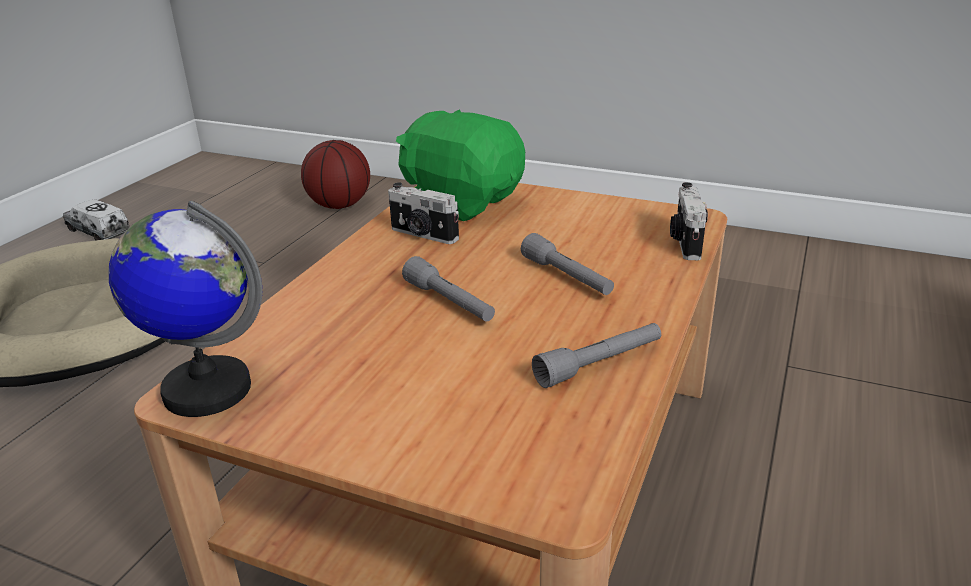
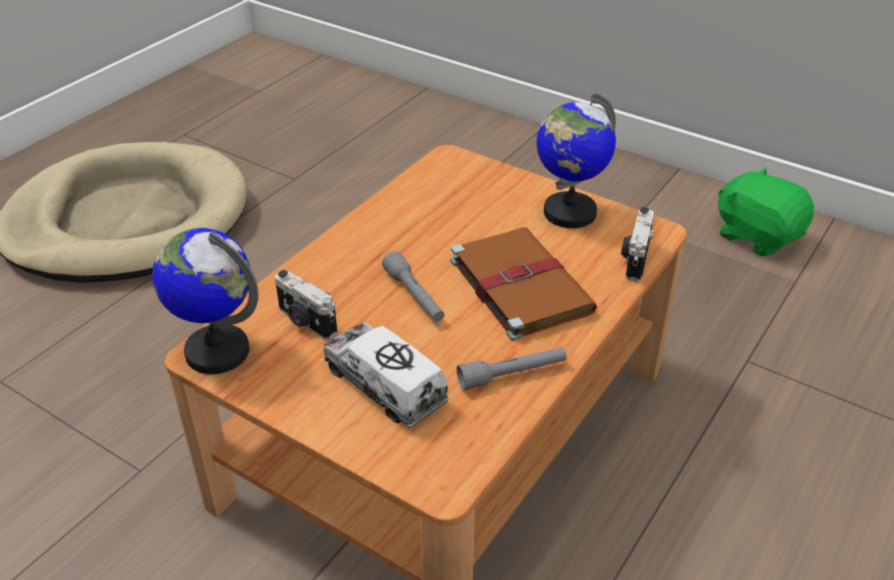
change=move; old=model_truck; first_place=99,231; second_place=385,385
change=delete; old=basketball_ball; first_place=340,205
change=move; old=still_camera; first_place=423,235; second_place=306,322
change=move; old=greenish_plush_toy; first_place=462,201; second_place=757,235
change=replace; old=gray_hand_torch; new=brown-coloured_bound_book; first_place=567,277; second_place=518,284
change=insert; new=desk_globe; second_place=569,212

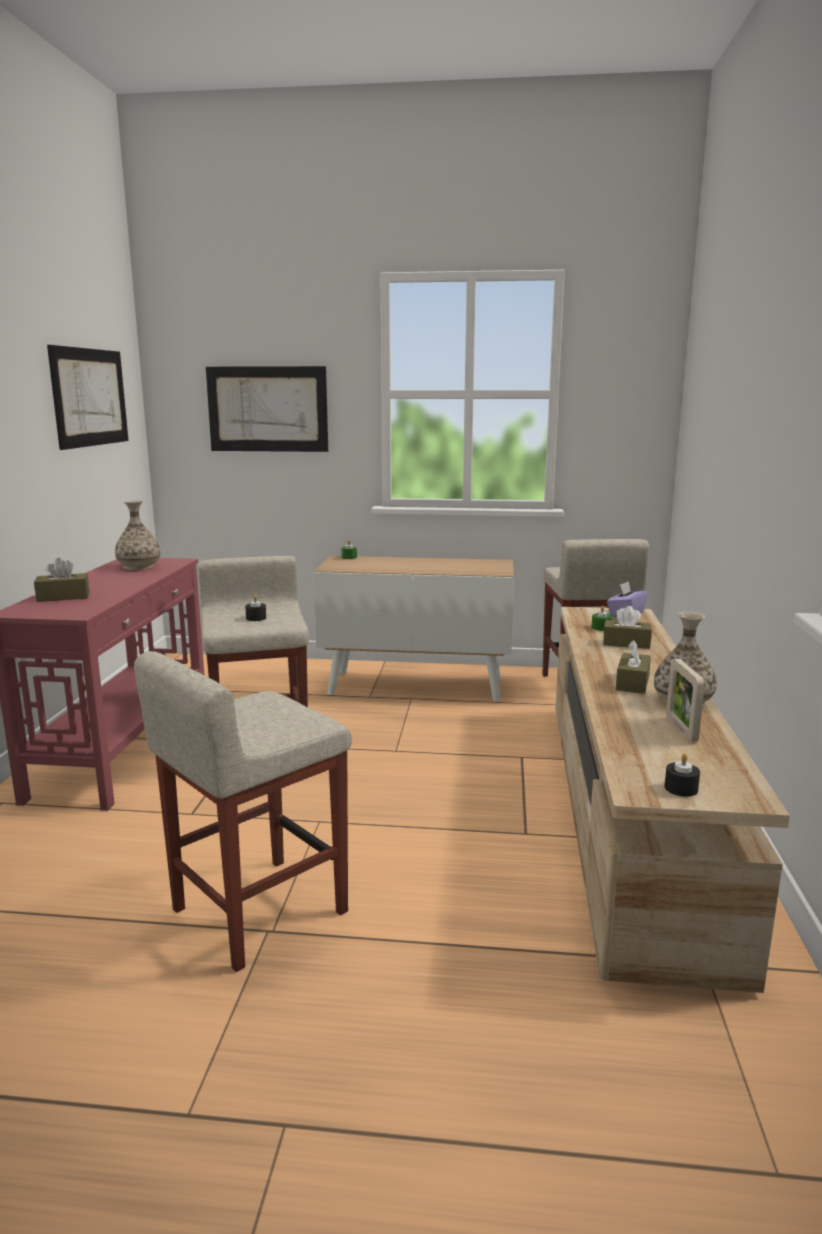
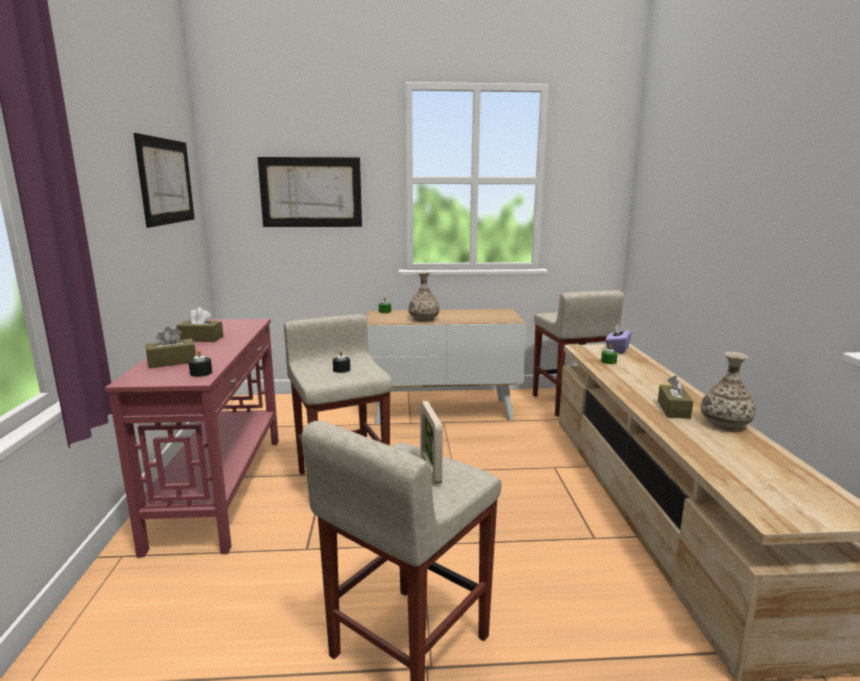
change=move; old=decorative_vase; first_place=139,567; second_place=423,319
change=move; old=brown-coloured_box_of_tissues; first_place=626,643; second_place=201,339
change=move; old=black-coloured_candle; first_place=681,788; second_place=201,373
change=move; old=photo_frame; first_place=681,730; second_place=430,470

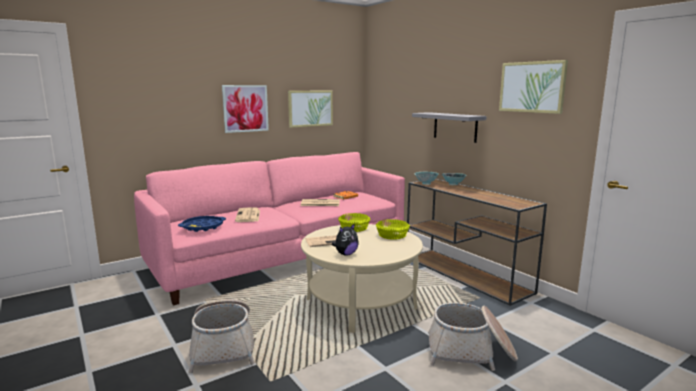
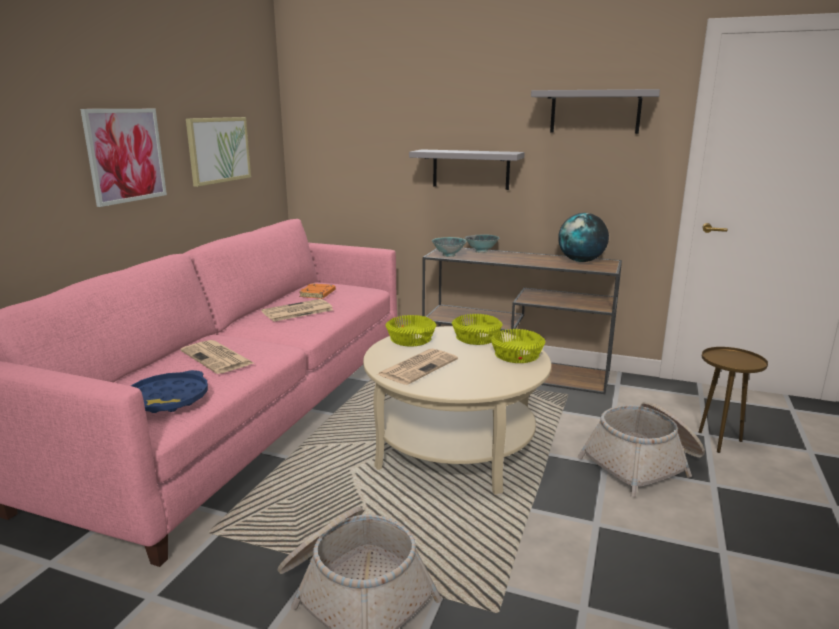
change=delete; old=plush_toy; first_place=346,254
change=replace; old=picture; new=gray_shelf; first_place=532,87; second_place=595,112
change=insert; new=yellow_bowl; second_place=516,356
change=insert; new=desk_globe; second_place=581,261
change=insert; new=brown-coloured_side_table; second_place=719,441

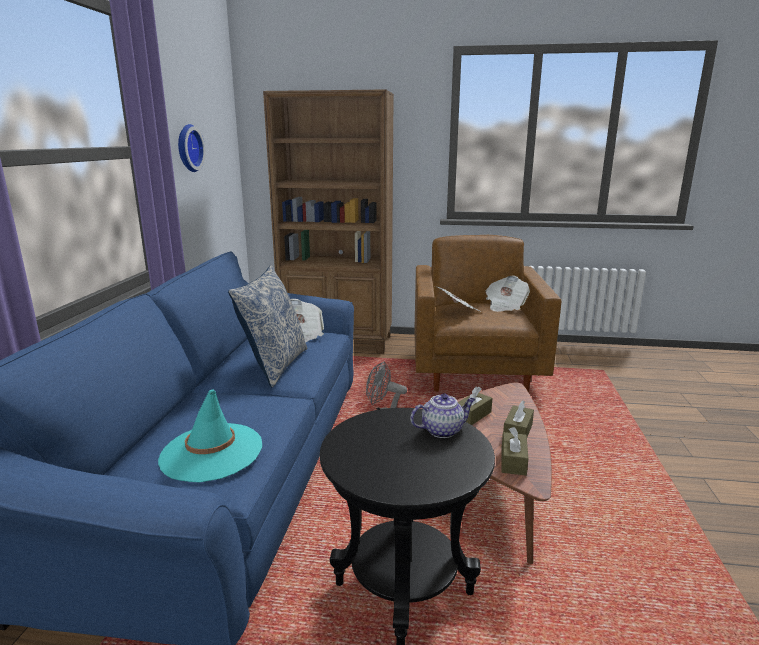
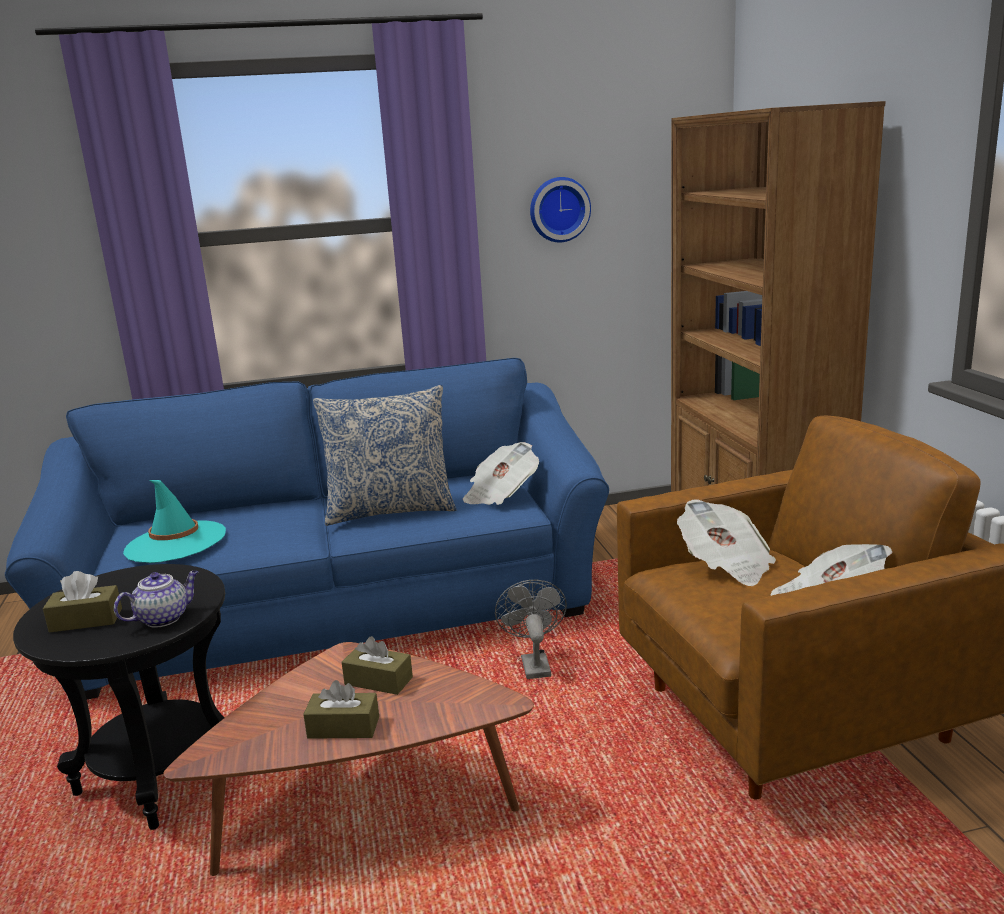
change=rotate; old=tea_pot; first_place=443,430; second_place=164,618; degrees=-90
change=move; old=brown-coloured_box_of_tissues; first_place=513,461; second_place=86,620

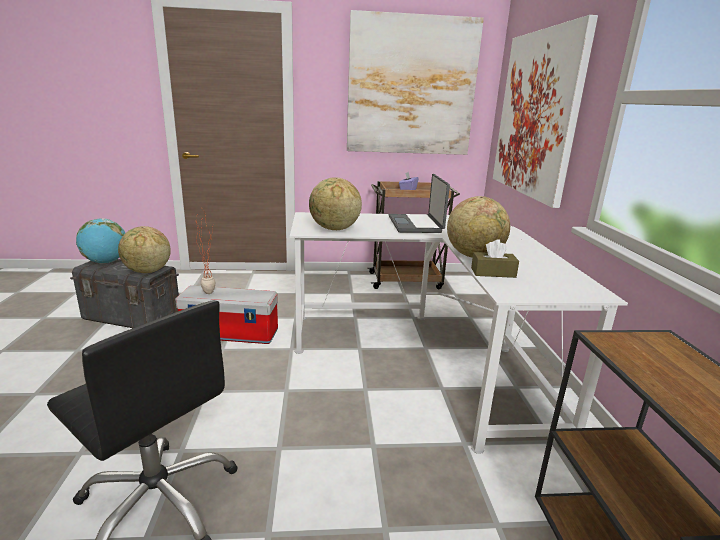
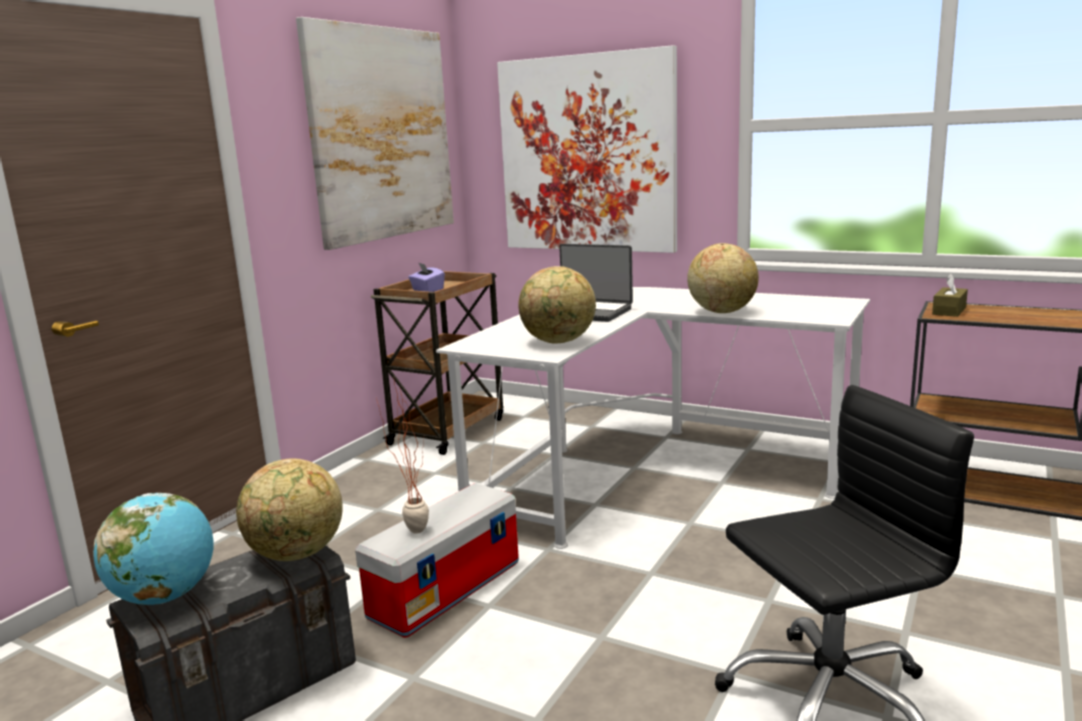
change=move; old=brown-coloured_box_of_tissues; first_place=493,273; second_place=949,311

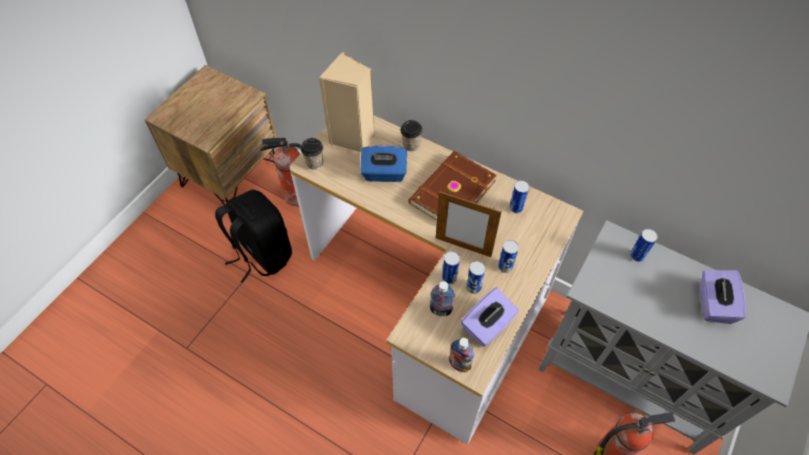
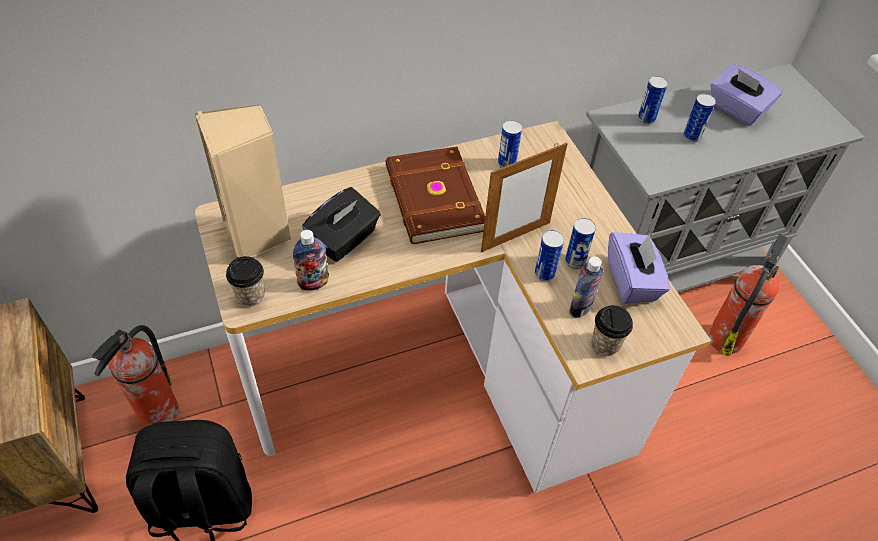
change=recolor; old=blue_box_of_tissues; new=black-coloured_box_of_tissues; first_place=384,173; second_place=344,239
change=move; old=small_cup; first_place=411,145; second_place=605,344
change=move; old=bottle; first_place=459,364; second_place=313,283
change=move; old=sealed_can; first_place=505,266; second_place=691,136

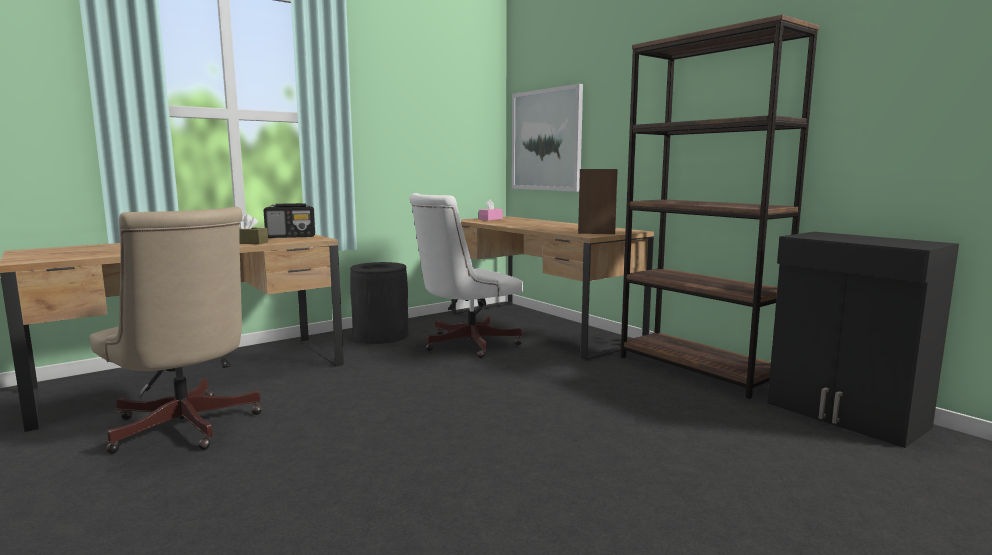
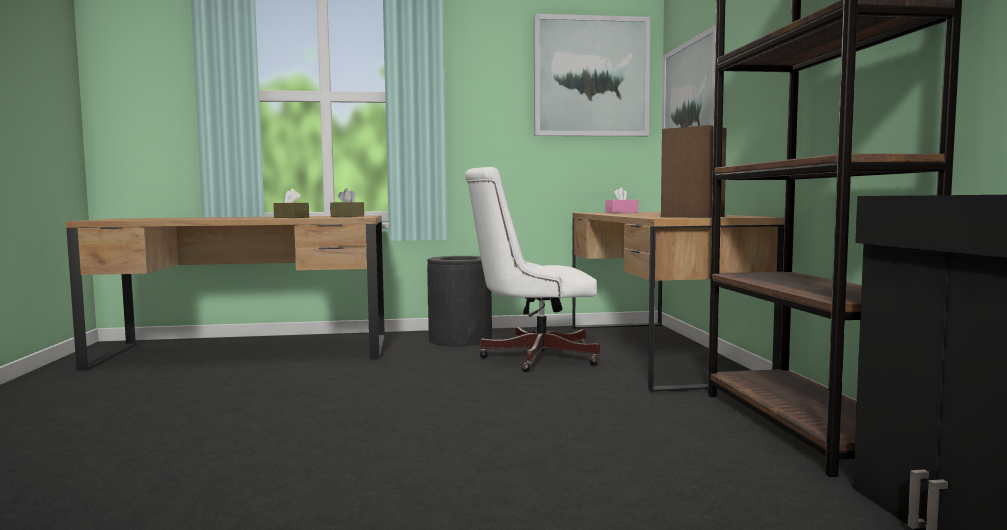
change=delete; old=sand-coloured_computer_chair; first_place=185,429
change=replace; old=radio_receiver; new=brown-coloured_box_of_tissues; first_place=291,237; second_place=347,216
change=insert; new=picture; second_place=591,77

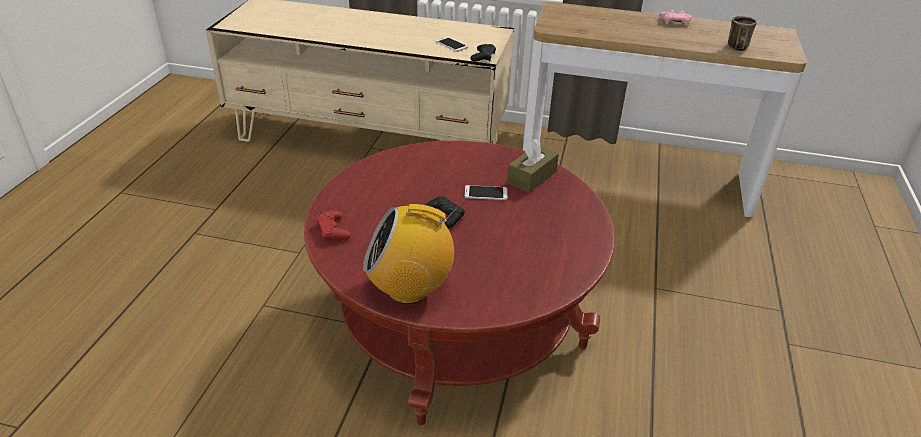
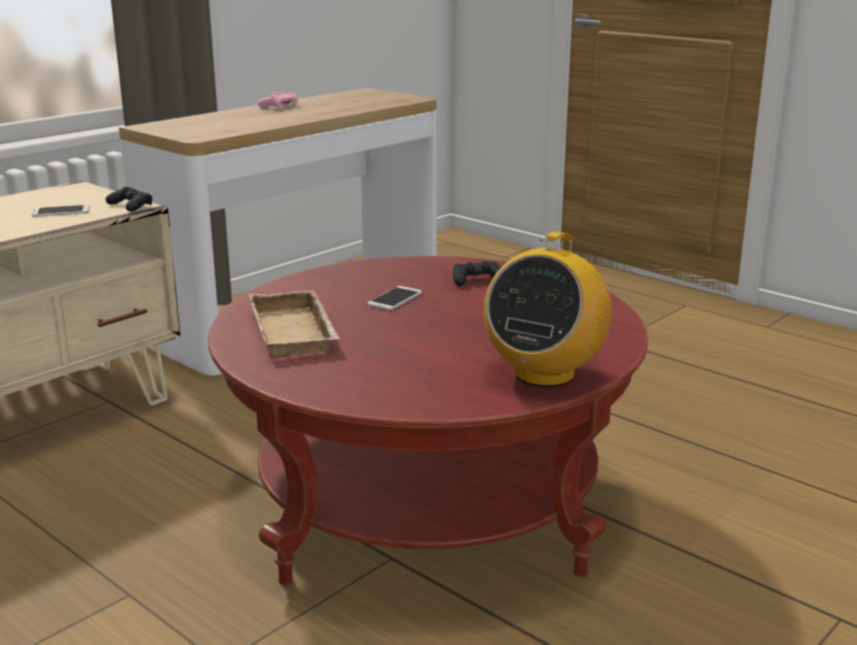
change=delete; old=red_gamepad; first_place=333,230
change=move; old=black-coloured_gamepad; first_place=445,215; second_place=477,280
change=delete; old=brown-coloured_box_of_tissues; first_place=532,177
change=delete; old=coffee_mug; first_place=735,46
change=insert; new=sand-coloured_tray; second_place=296,332

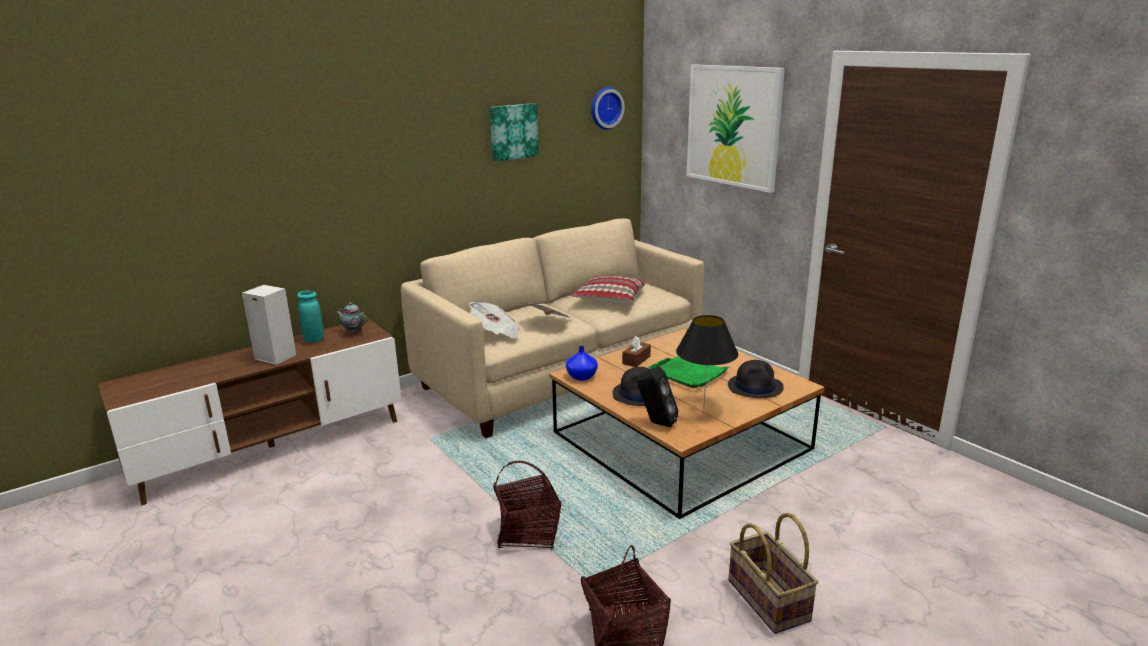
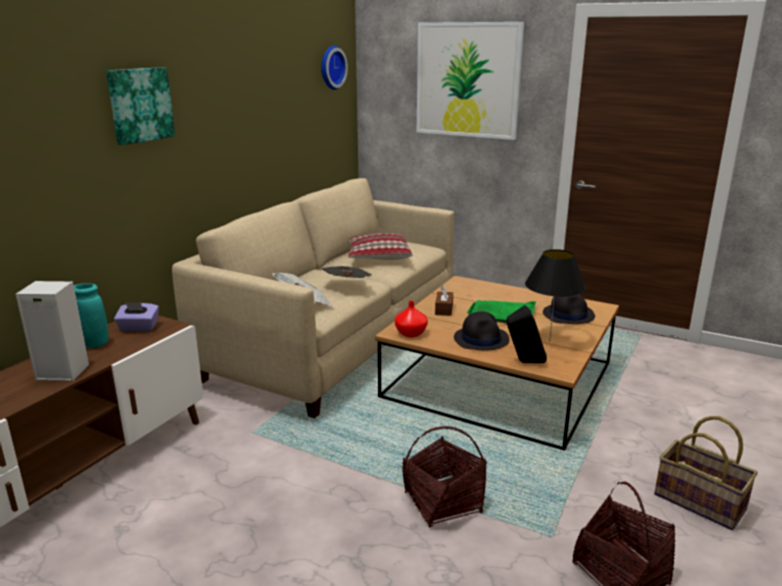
change=replace; old=tea_pot; new=purple_box_of_tissues; first_place=353,333; second_place=138,328
change=move; old=picture; first_place=513,131; second_place=139,105
change=recolor; old=blue_decorative_vase; new=red_decorative_vase; first_place=582,377; second_place=411,333

